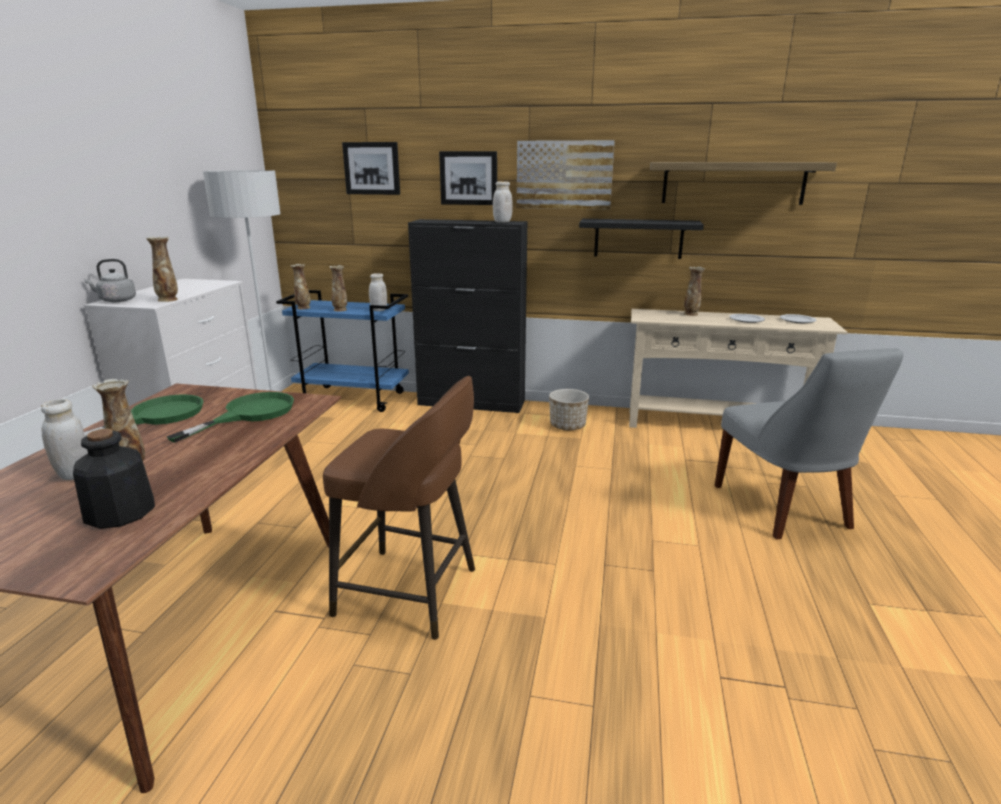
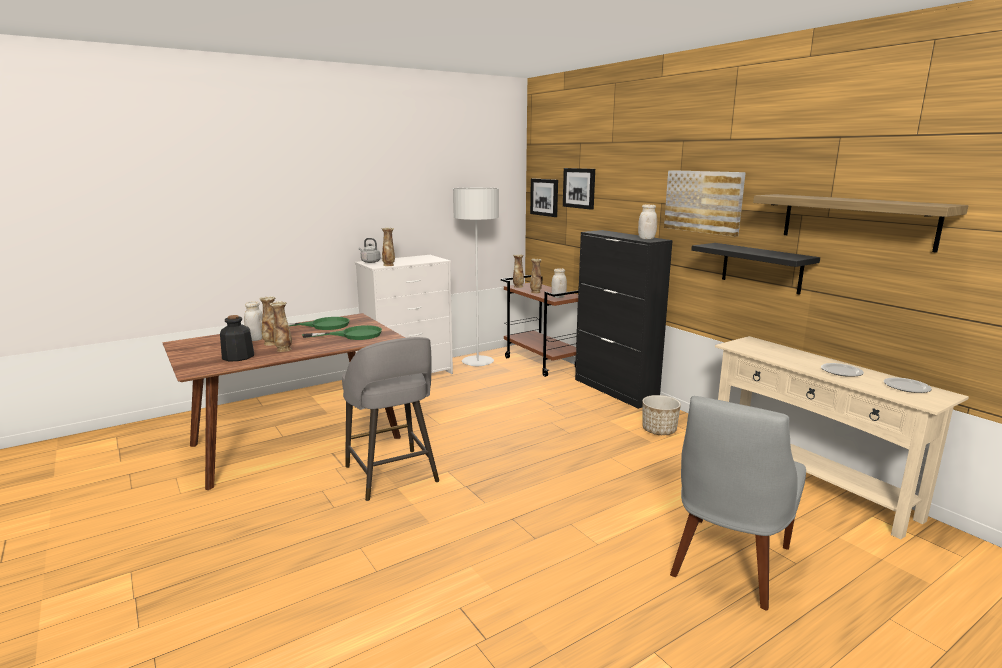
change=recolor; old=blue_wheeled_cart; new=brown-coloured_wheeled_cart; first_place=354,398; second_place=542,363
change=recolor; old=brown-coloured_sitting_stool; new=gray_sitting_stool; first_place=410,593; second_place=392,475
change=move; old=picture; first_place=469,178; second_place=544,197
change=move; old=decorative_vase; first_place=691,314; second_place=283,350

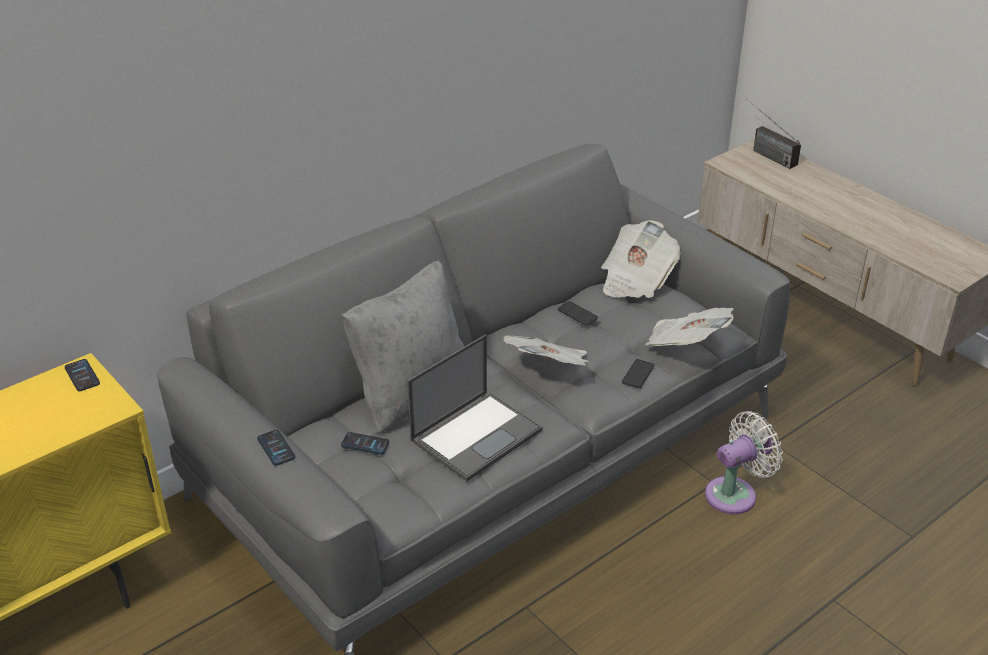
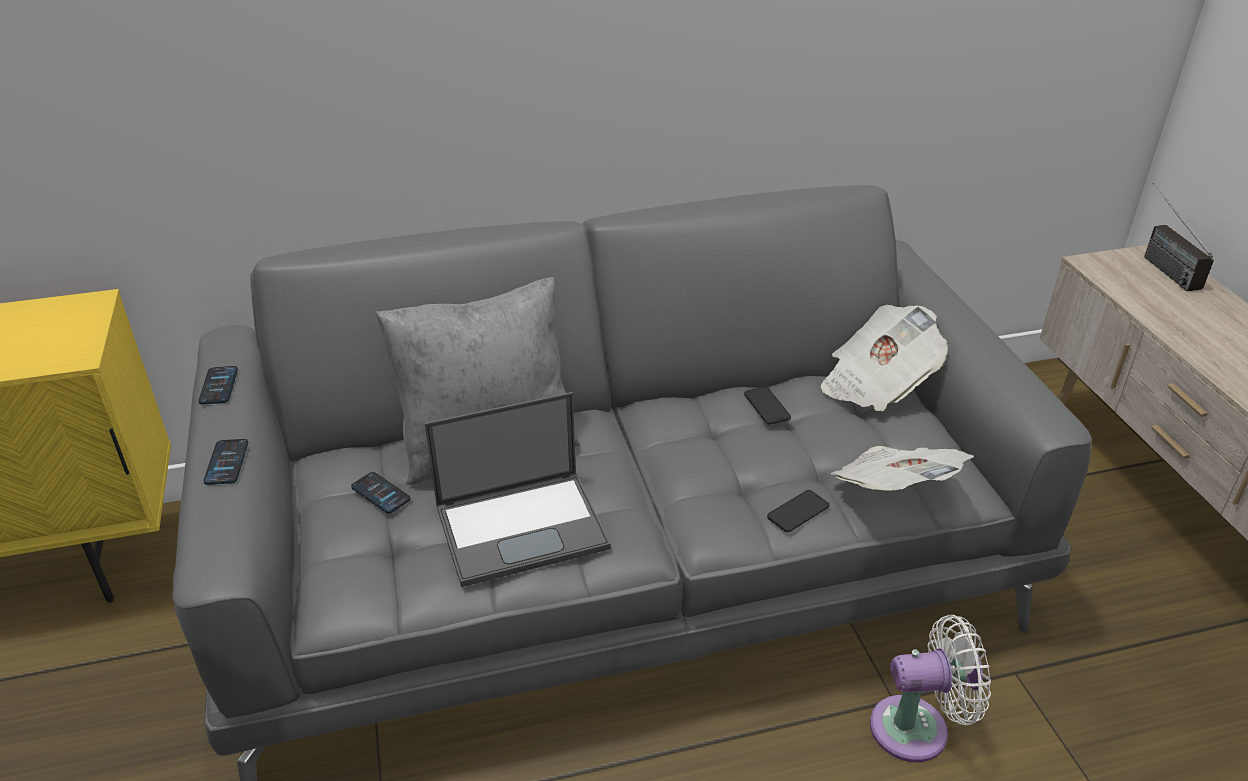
change=move; old=telephone; first_place=82,376; second_place=219,386
change=delete; old=printed_paper; first_place=549,368

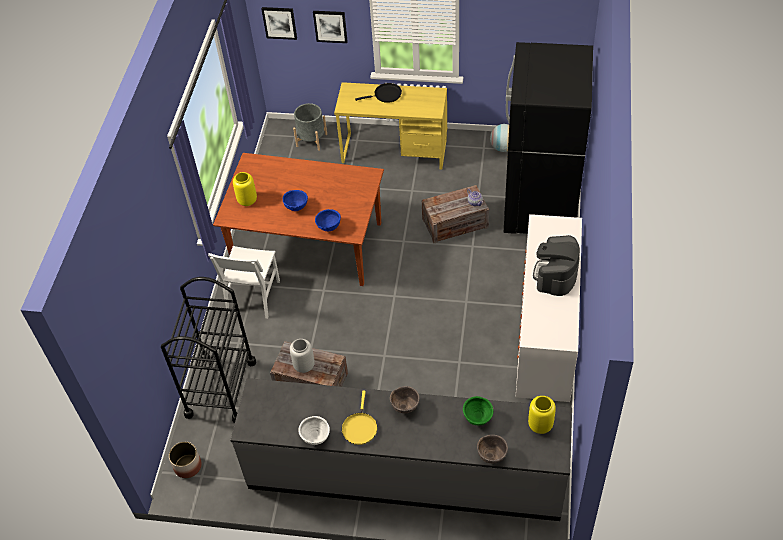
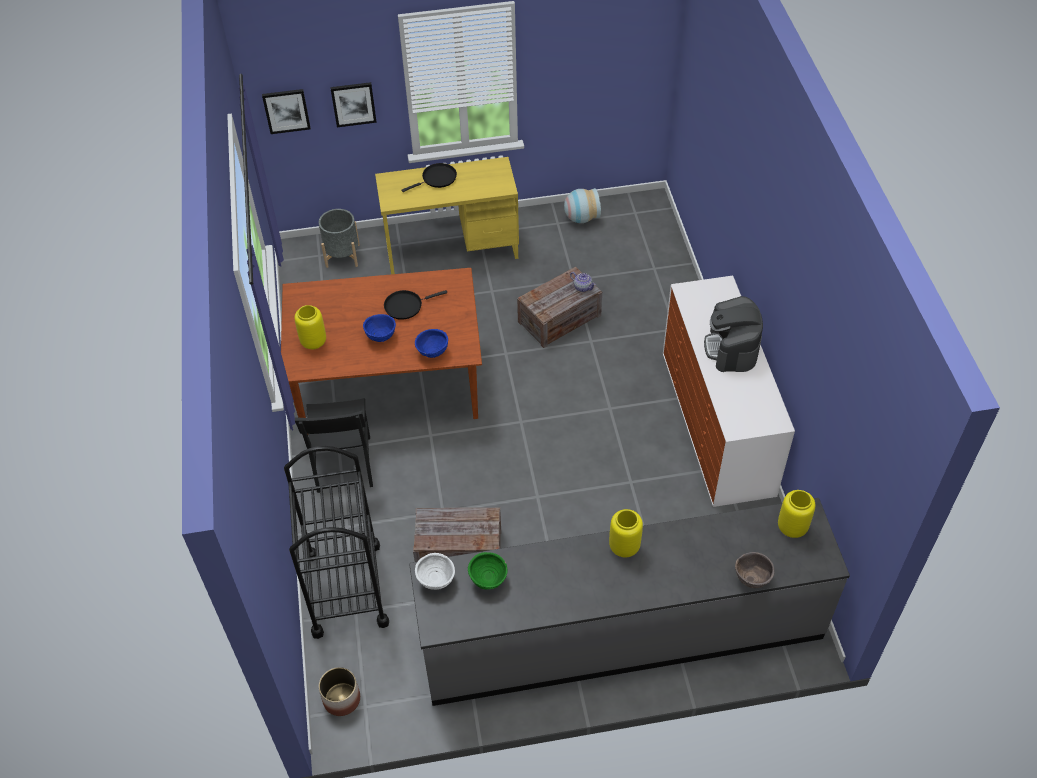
change=recolor; old=white-coloured_upright_chair; new=black-coloured_upright_chair; first_place=253,296; second_place=343,464
change=delete; old=gray_decorative_vase; first_place=304,366
change=move; old=white-coloured_bowl; first_place=315,438; second_place=436,581
change=delete; old=yellow_skillet; first_place=359,427
change=replace; old=brown-coloured_bowl; new=yellow_decorative_vase; first_place=405,407; second_place=624,547
change=move; old=greenish_bowl; first_place=477,418; second_place=488,580
change=delete; old=black-coloured_fridge; first_place=540,207
change=insert; new=black-coloured_skillet; second_place=406,306

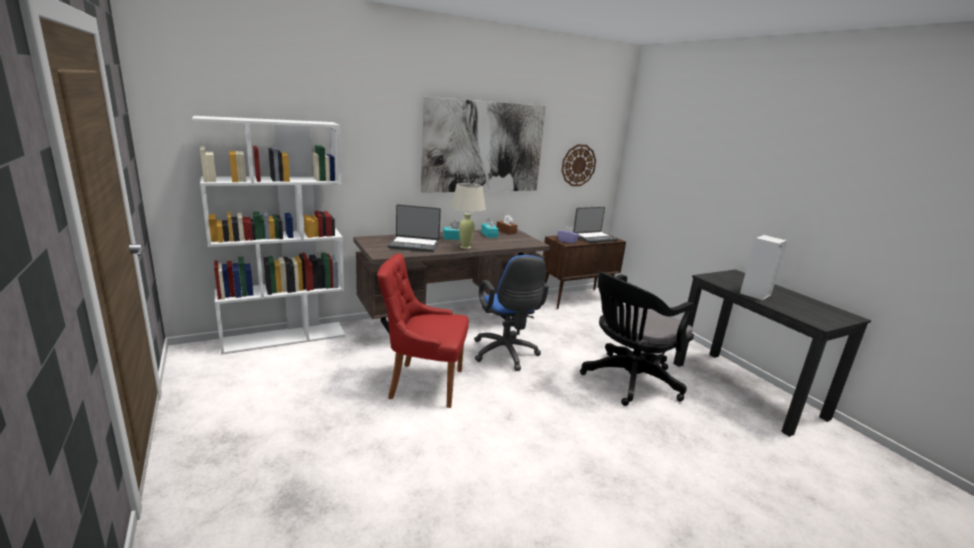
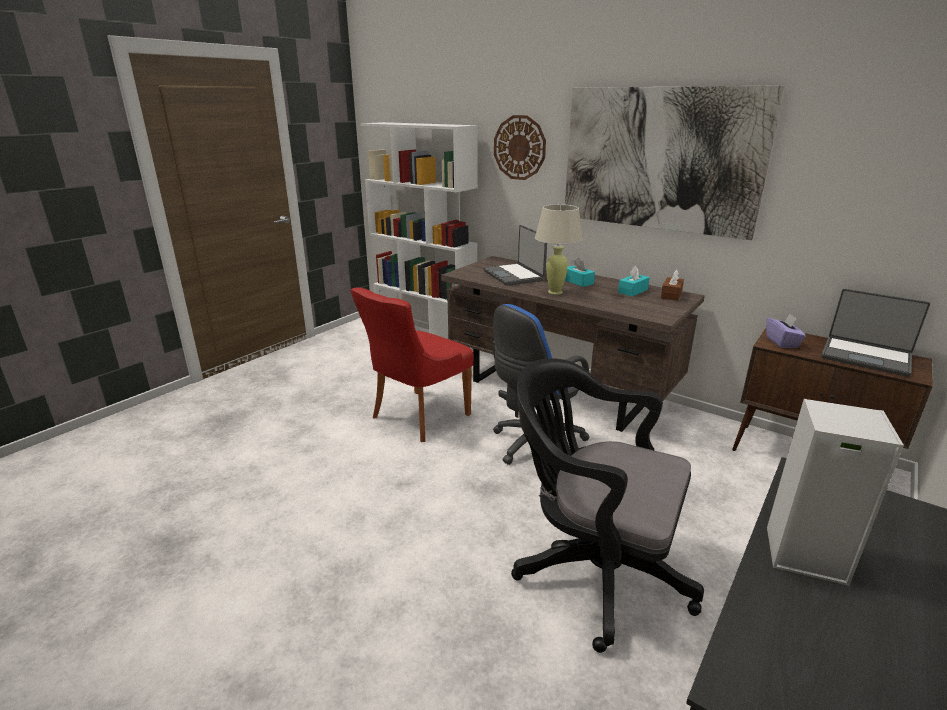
change=rotate; old=red_upright_chair; first_place=423,383; second_place=417,417; degrees=-120
change=move; old=clock_on_the_wall; first_place=578,165; second_place=519,148

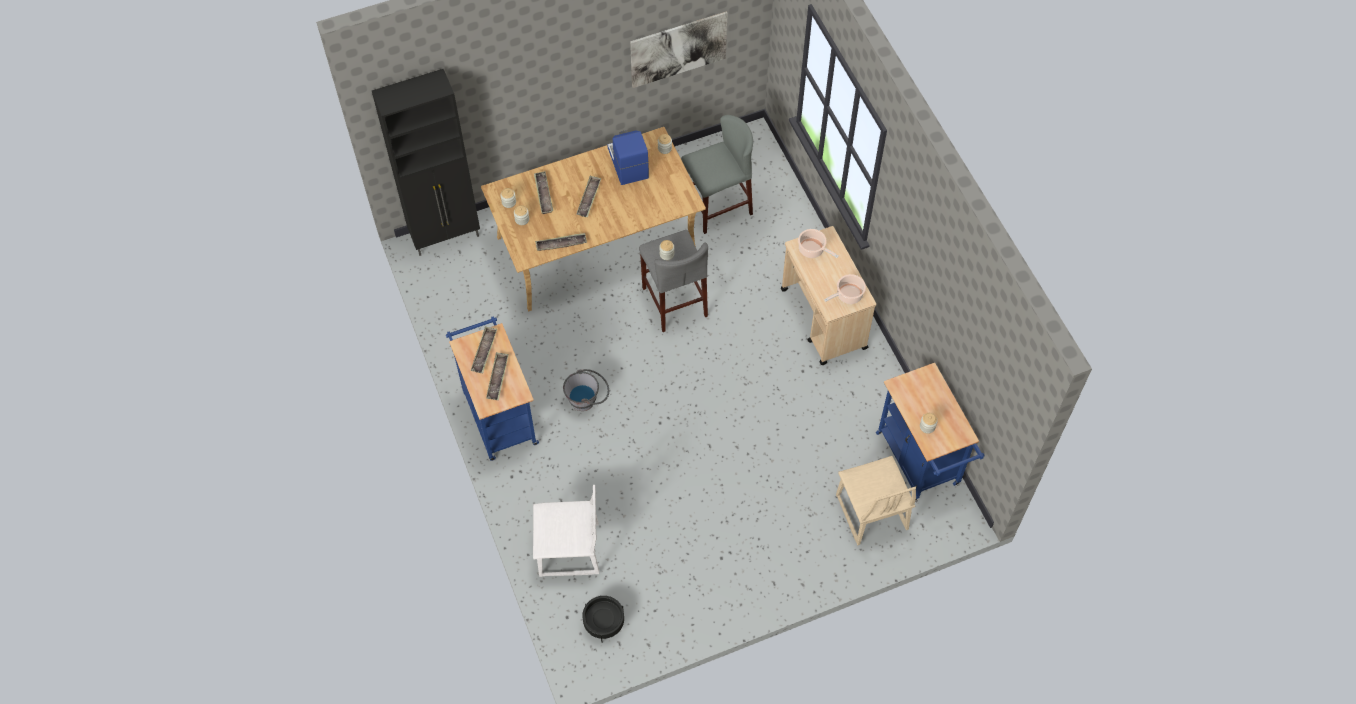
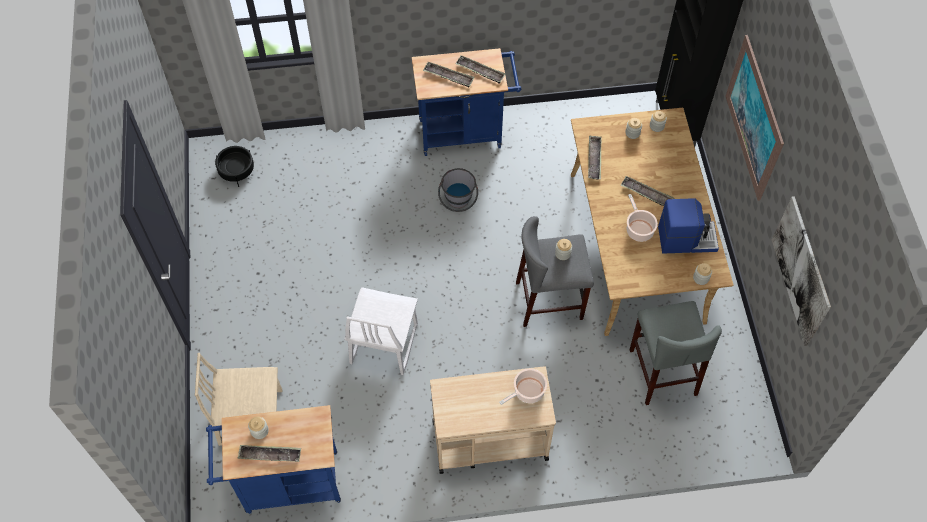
change=move; old=white-coloured_upright_chair; first_place=569,551; second_place=383,343
change=move; old=tray; first_place=543,194; second_place=270,455
change=move; old=saucepot; first_place=848,295; second_place=639,229
change=insert; new=picture; second_place=754,118

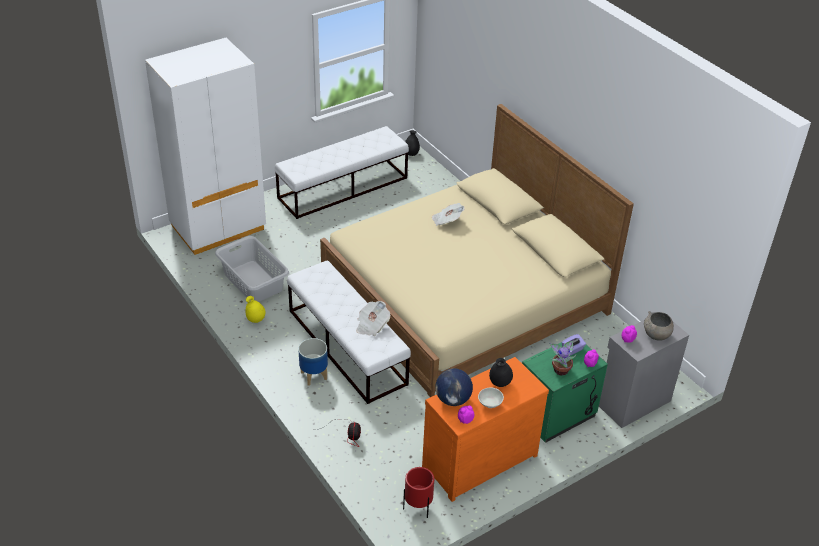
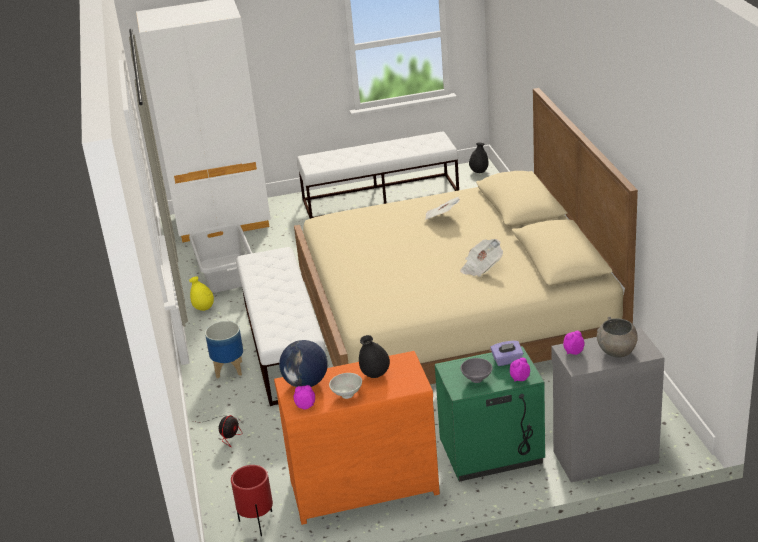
change=move; old=printed_paper; first_place=371,325; second_place=481,268
change=replace; old=houseplant; new=gray_bowl; first_place=560,369; second_place=477,379

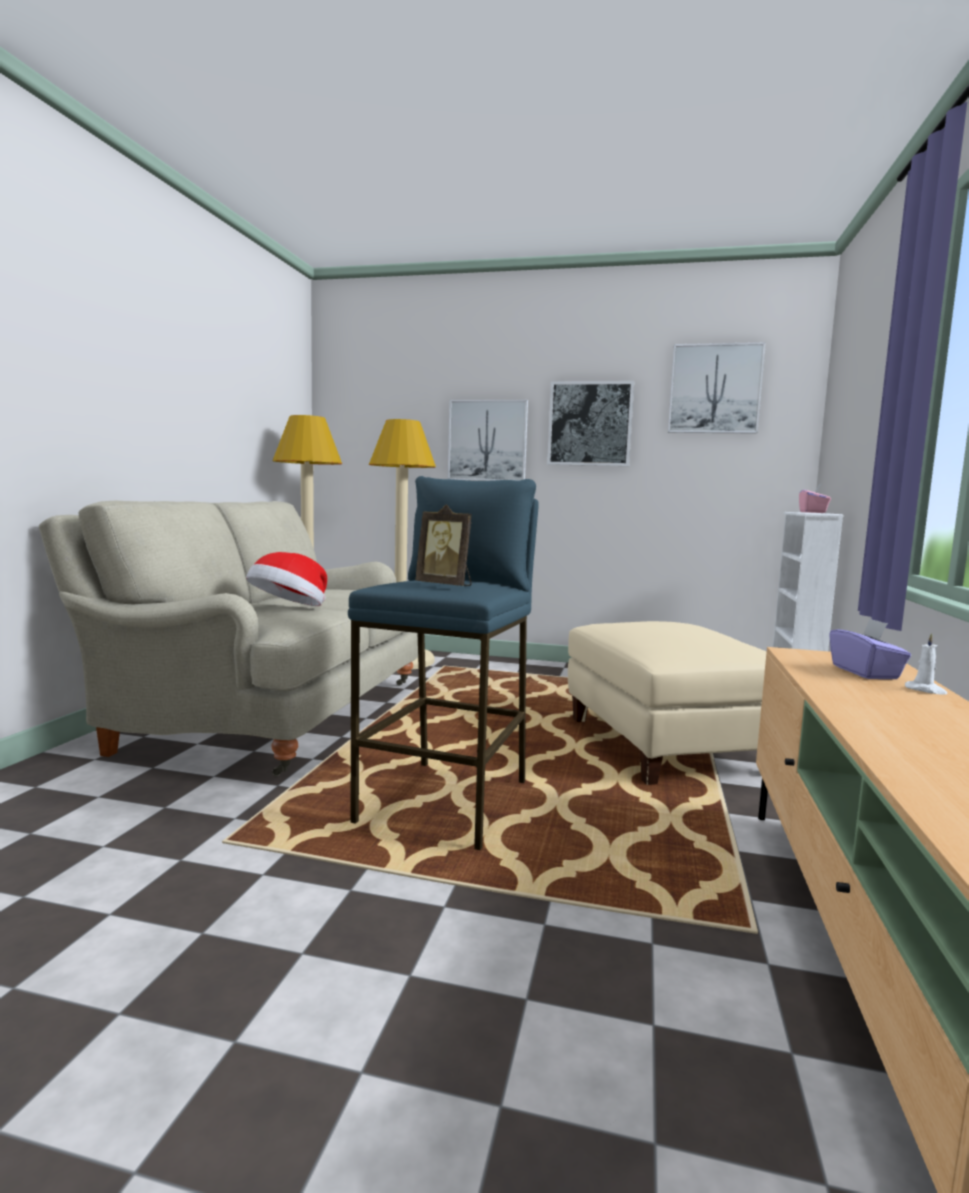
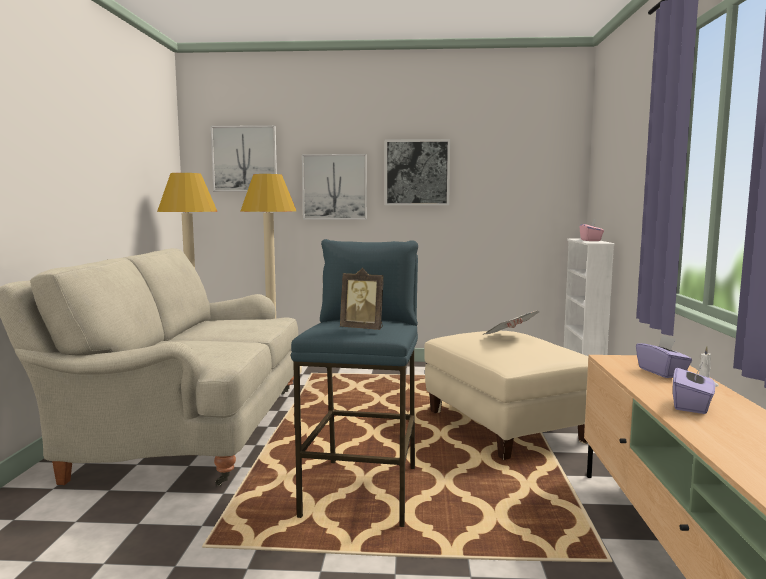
change=delete; old=clothing_hat; first_place=289,609
change=move; old=picture; first_place=715,389; second_place=245,159
change=insert; new=printed_paper; second_place=510,338
change=insert; new=purple_box_of_tissues; second_place=692,405

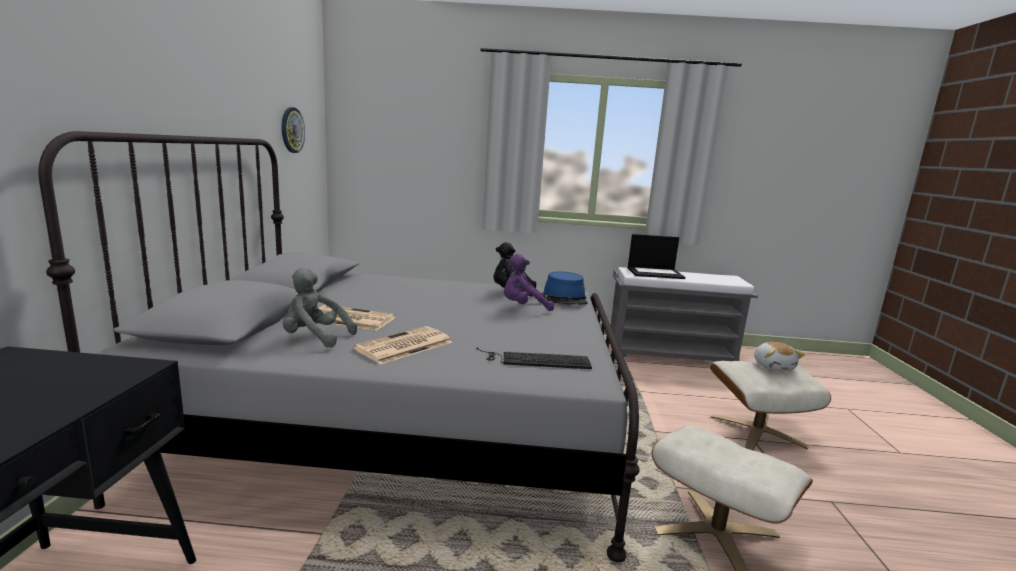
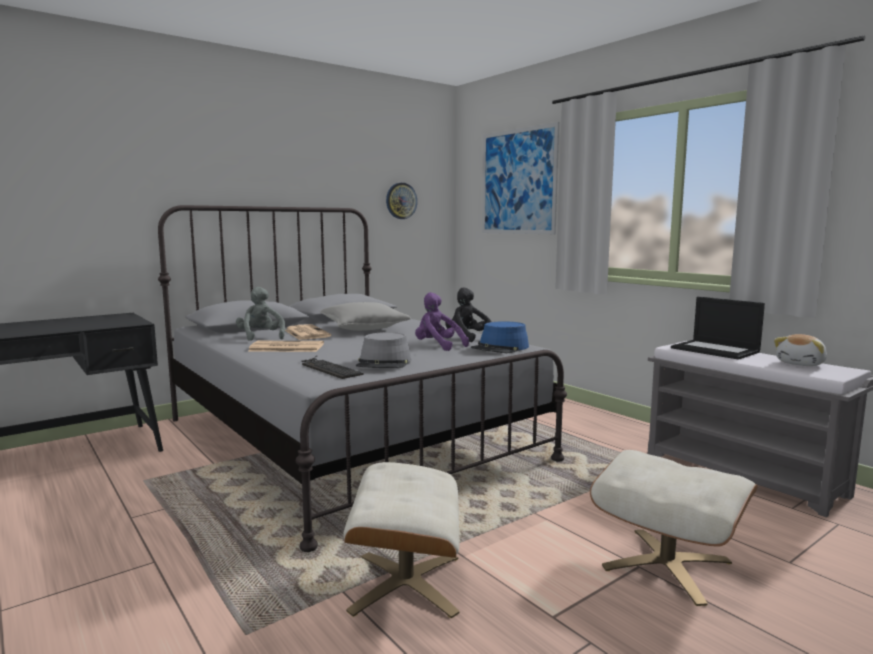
change=move; old=plush_toy; first_place=773,366; second_place=801,364
change=insert; new=gray_throw_pillow; second_place=364,328
change=insert; new=gray_clothing_hat; second_place=384,363
change=insert; new=picture; second_place=518,182

